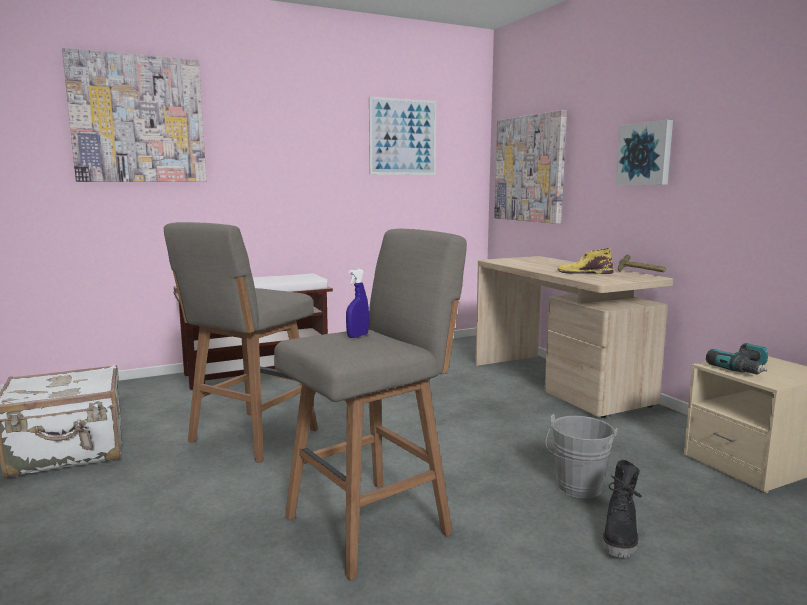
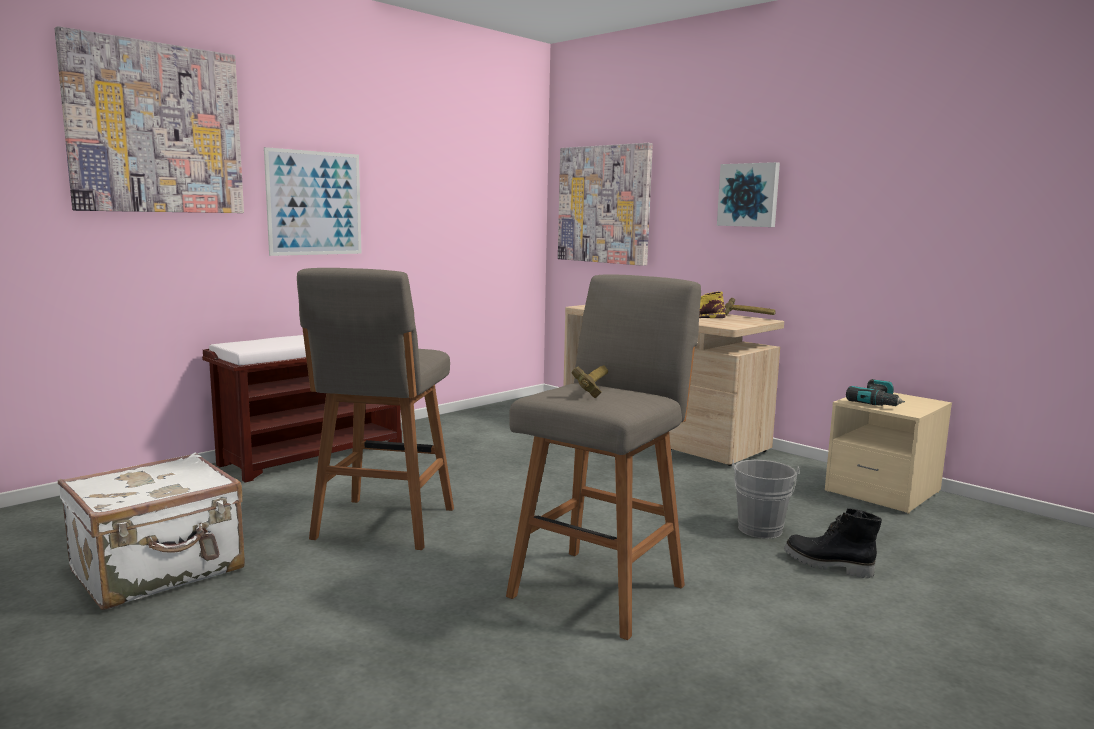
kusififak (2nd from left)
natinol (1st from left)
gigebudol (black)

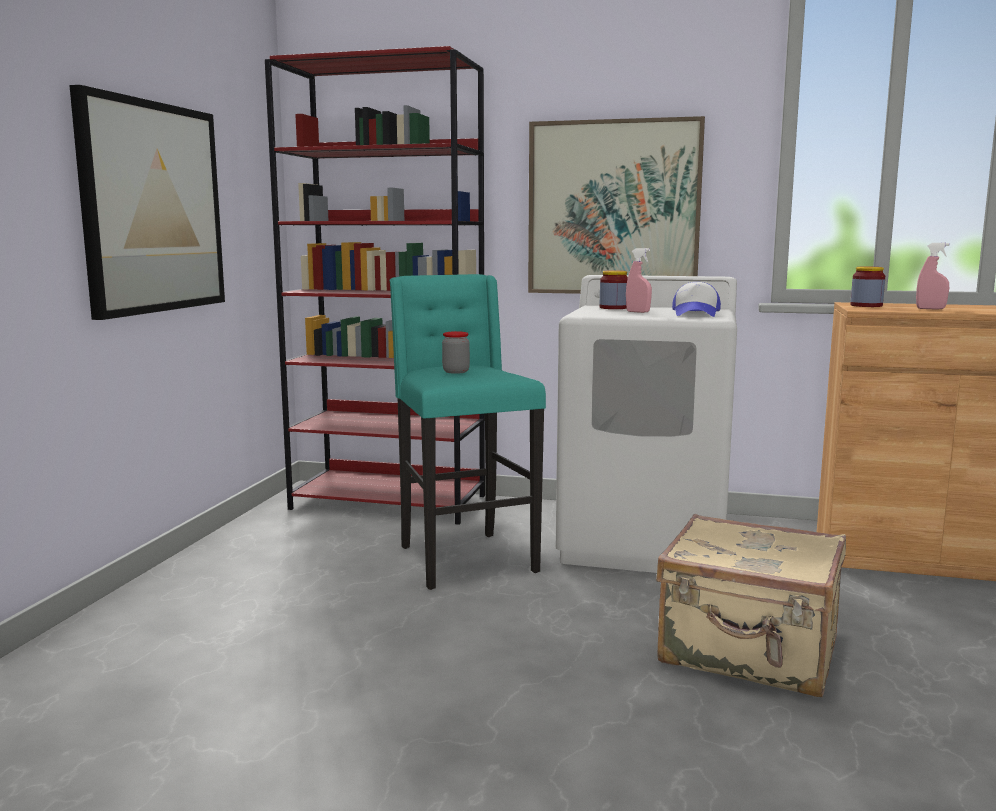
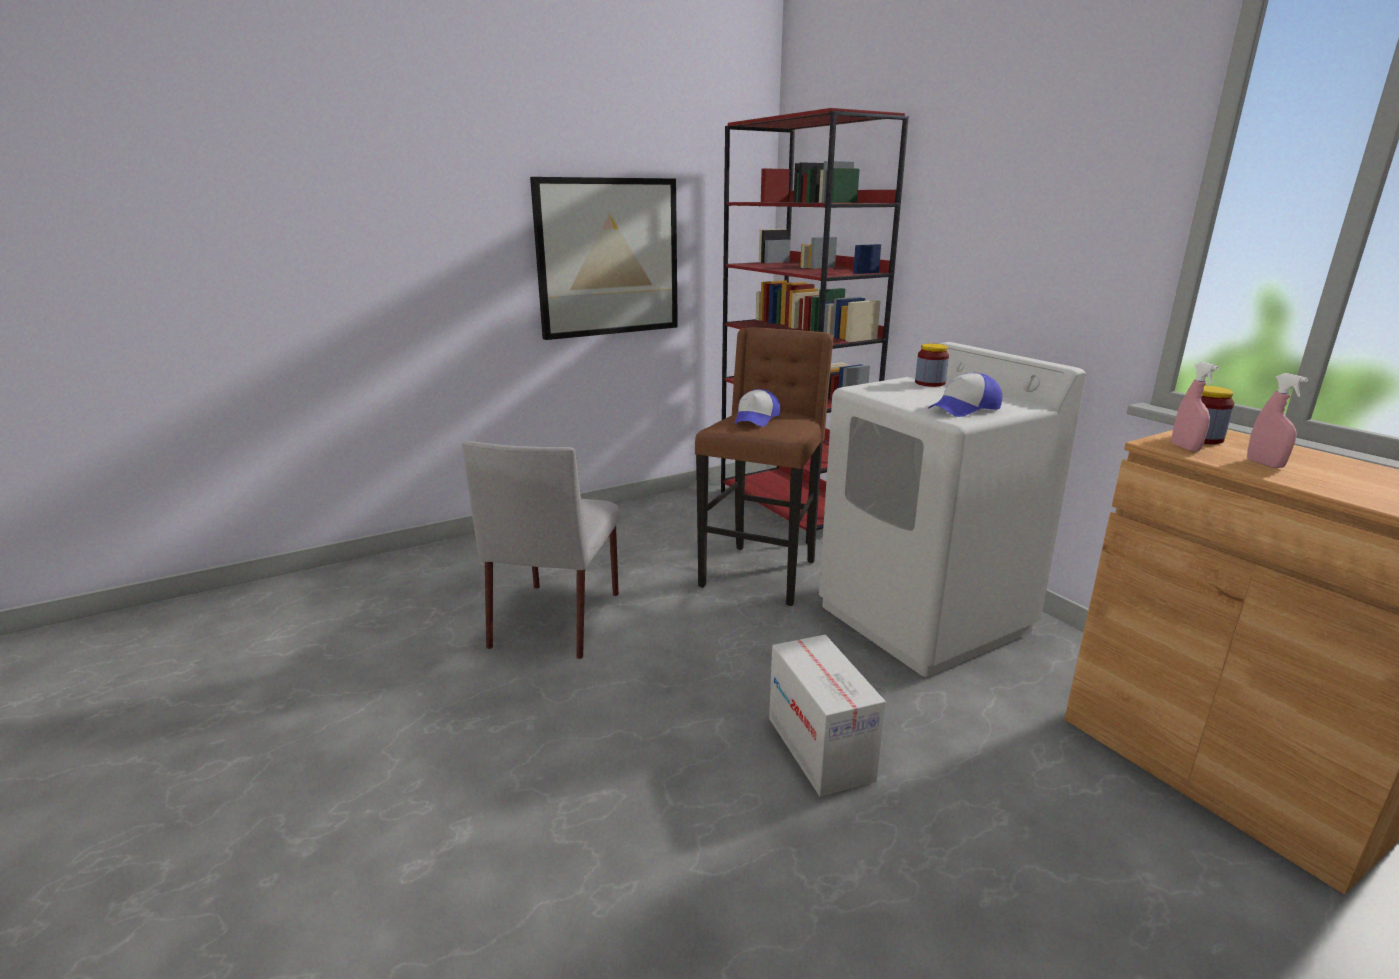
kusififak (2nd from left in the first image)
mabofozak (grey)
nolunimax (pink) (1st from left)
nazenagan (1st from left)
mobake
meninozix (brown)

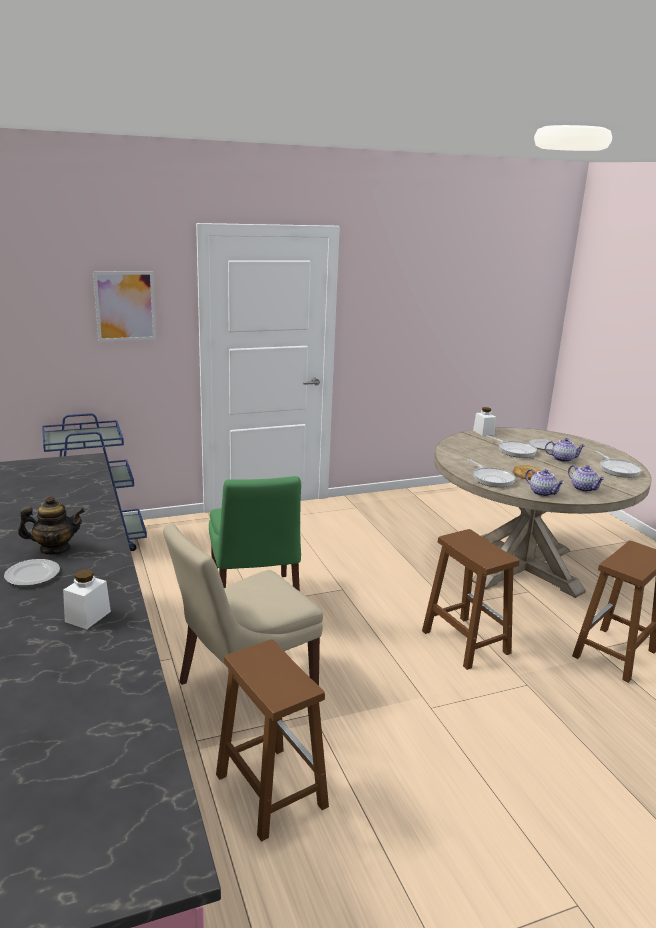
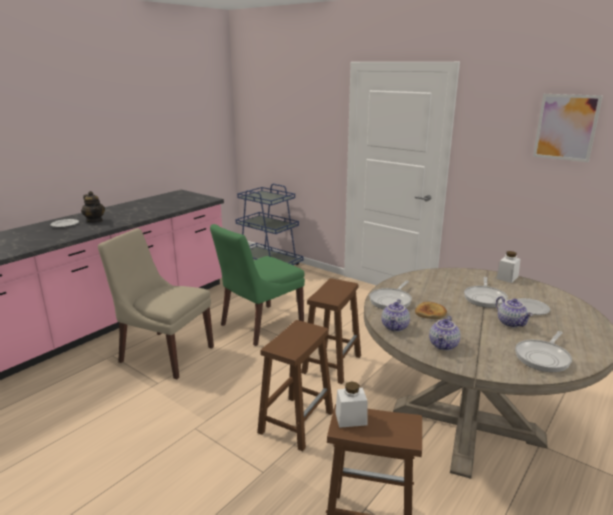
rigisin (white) (1st from left)
kusififak
meninozix (brown) (2nd from left)

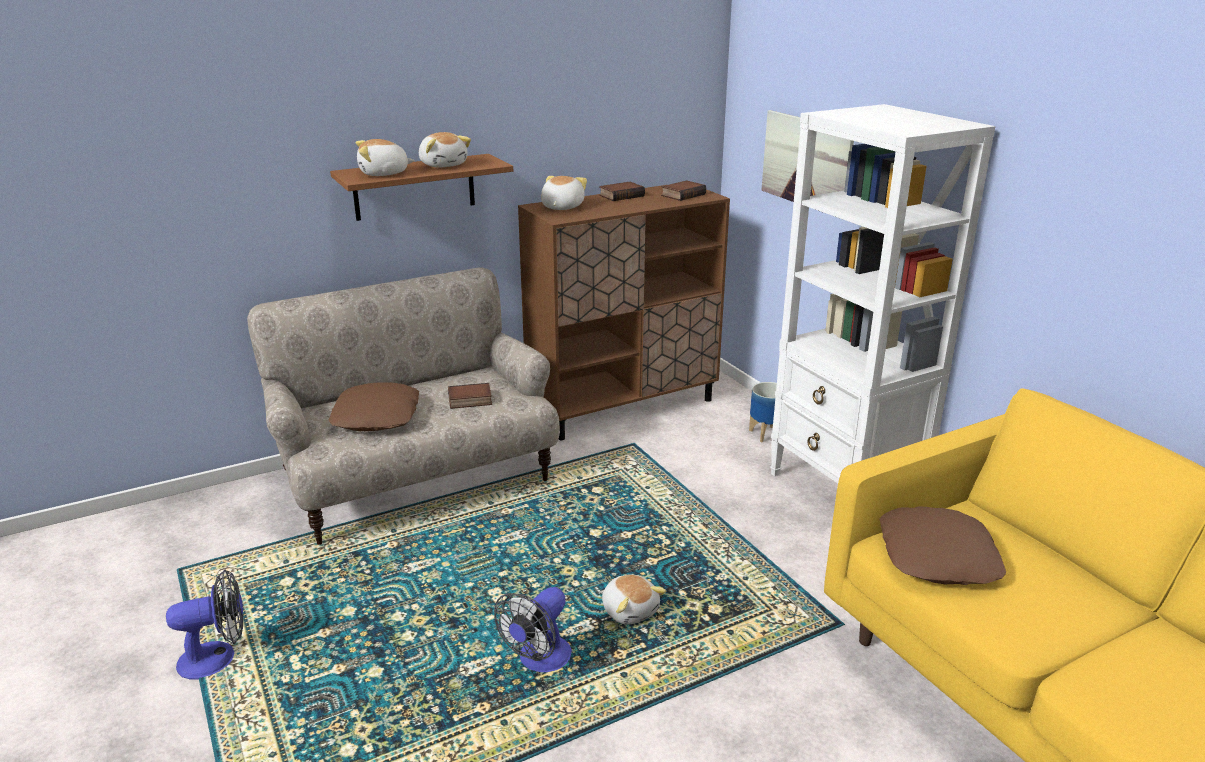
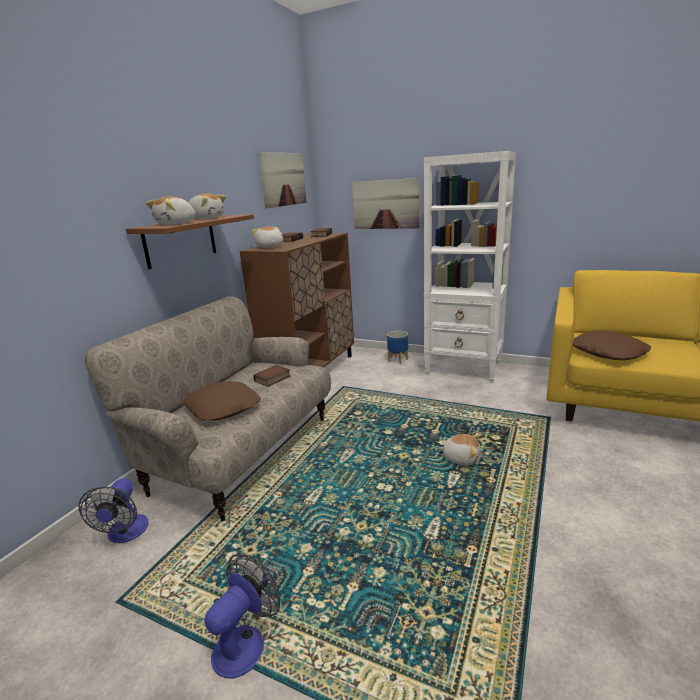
kusififak (1st from left)
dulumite (1st from left)

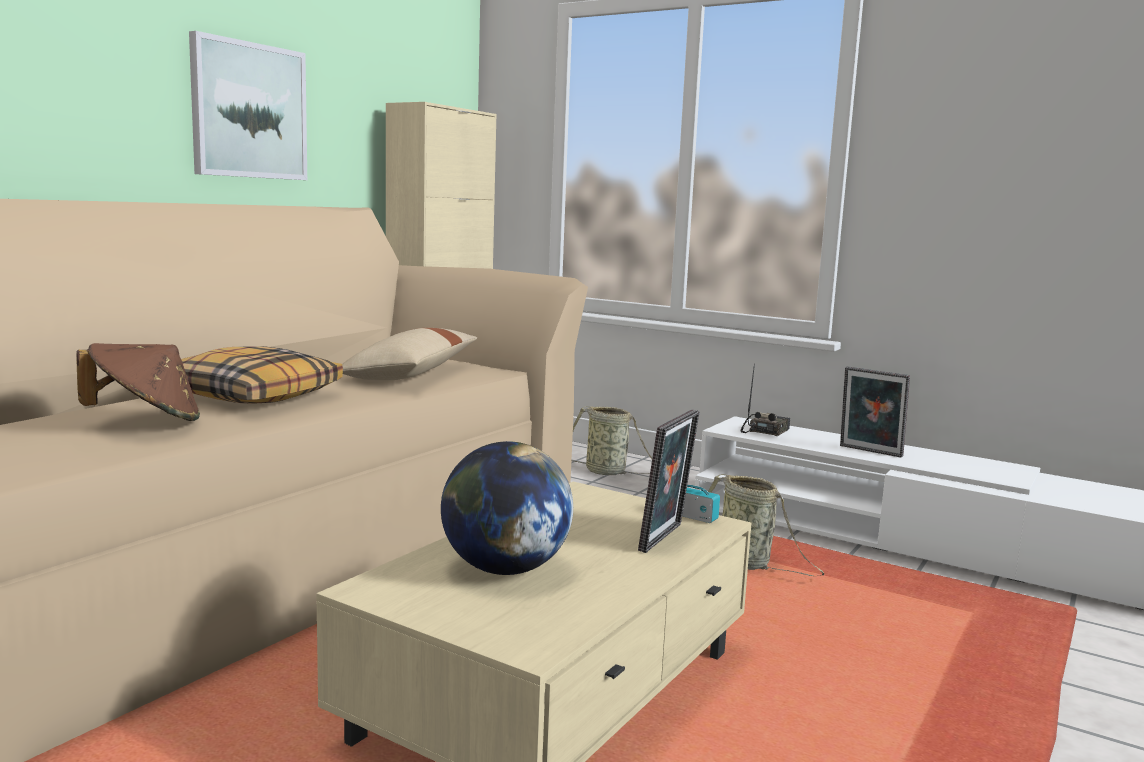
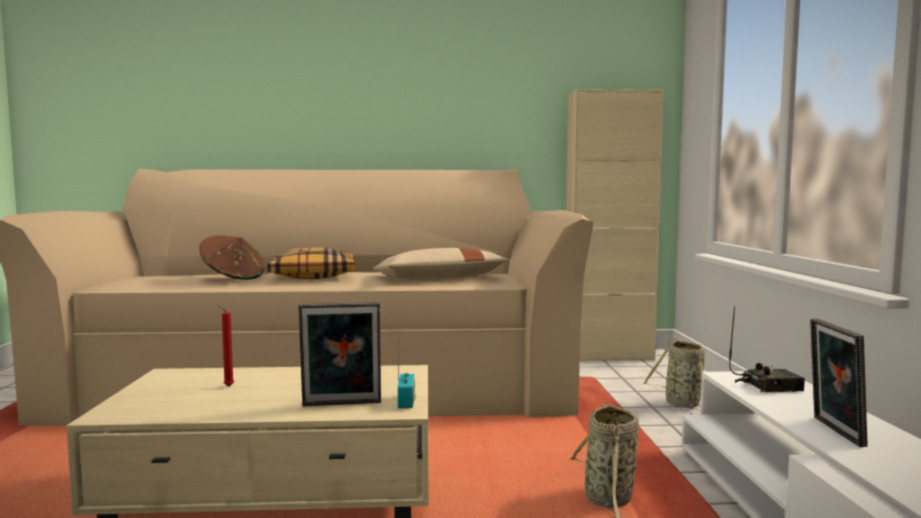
kusififak
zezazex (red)

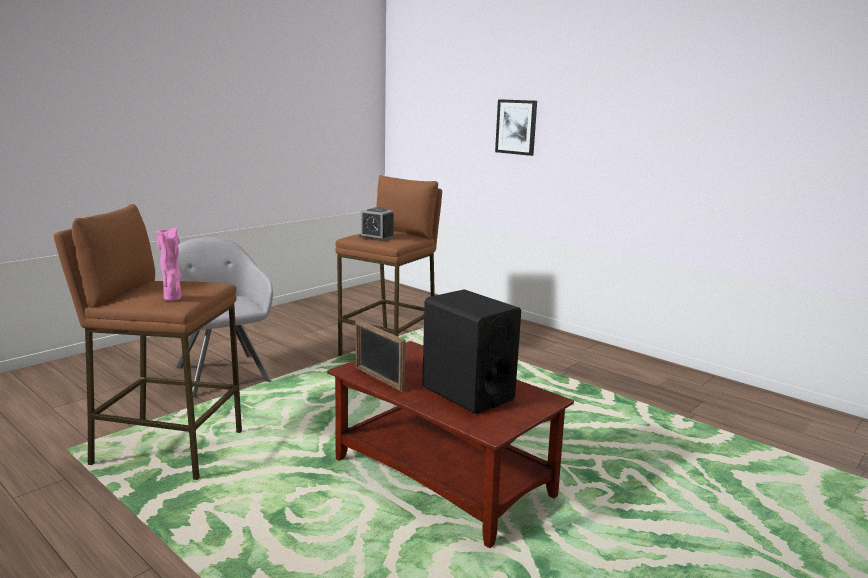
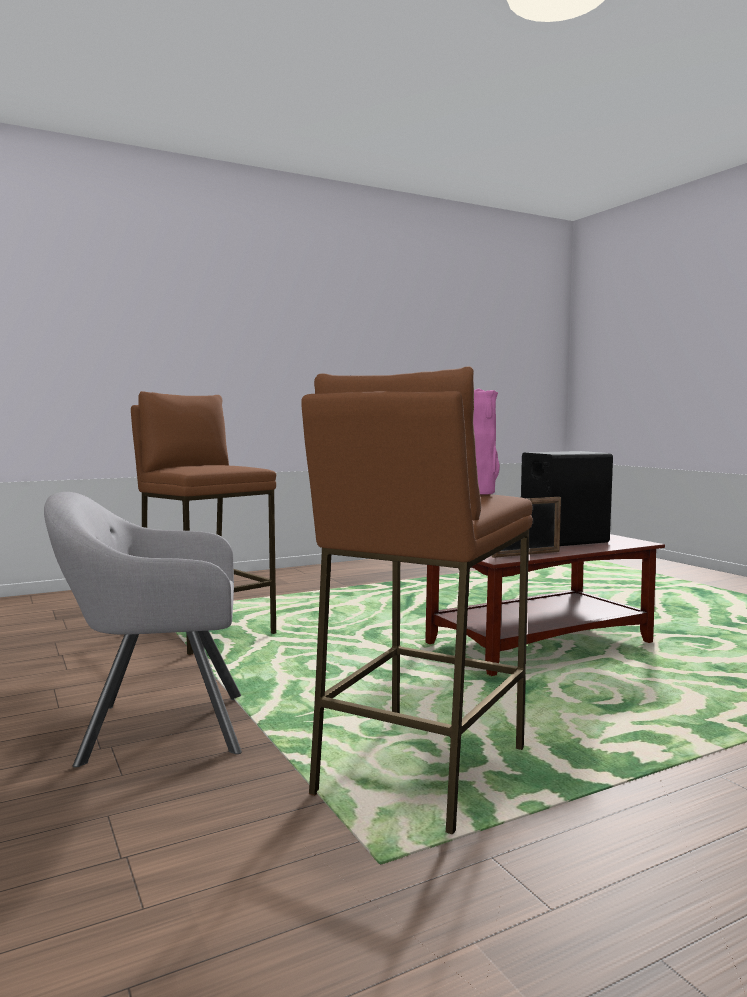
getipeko
kusififak

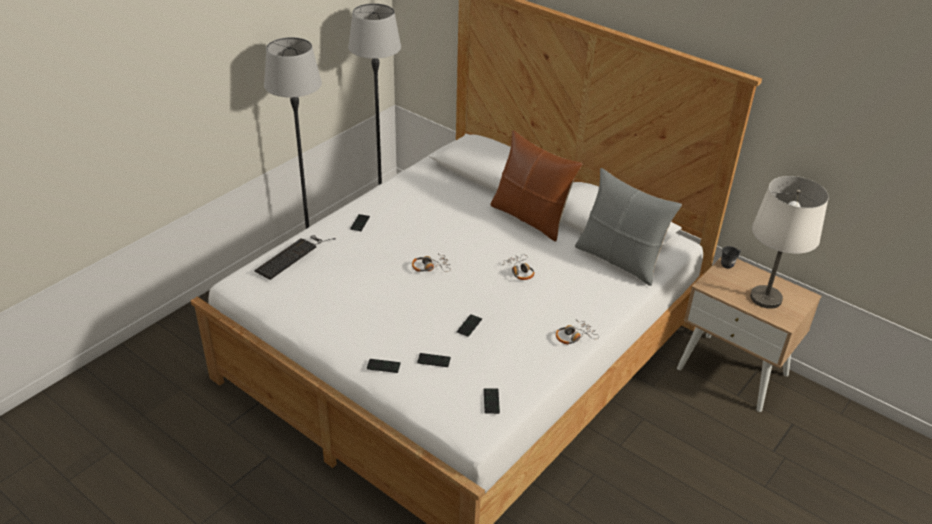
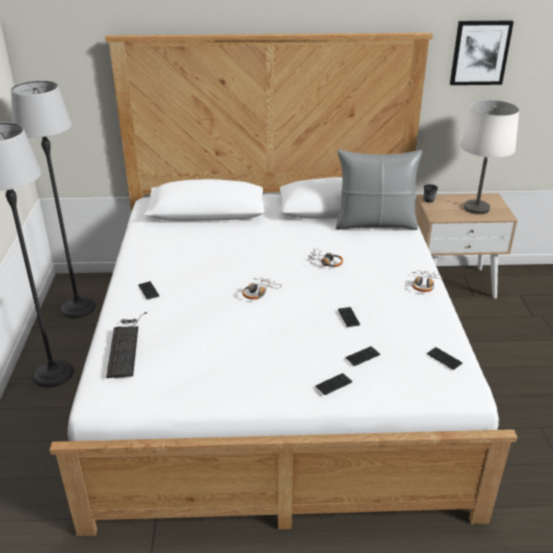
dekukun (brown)
kusififak

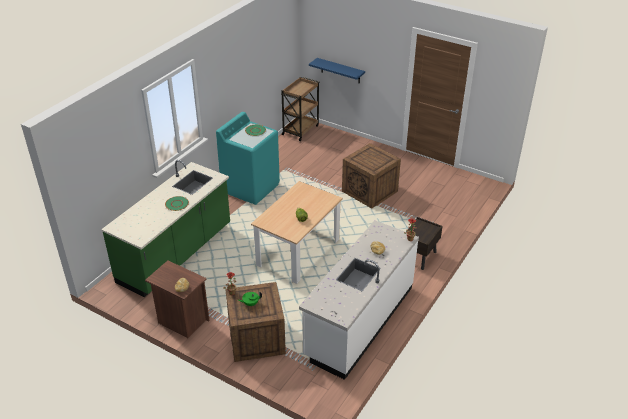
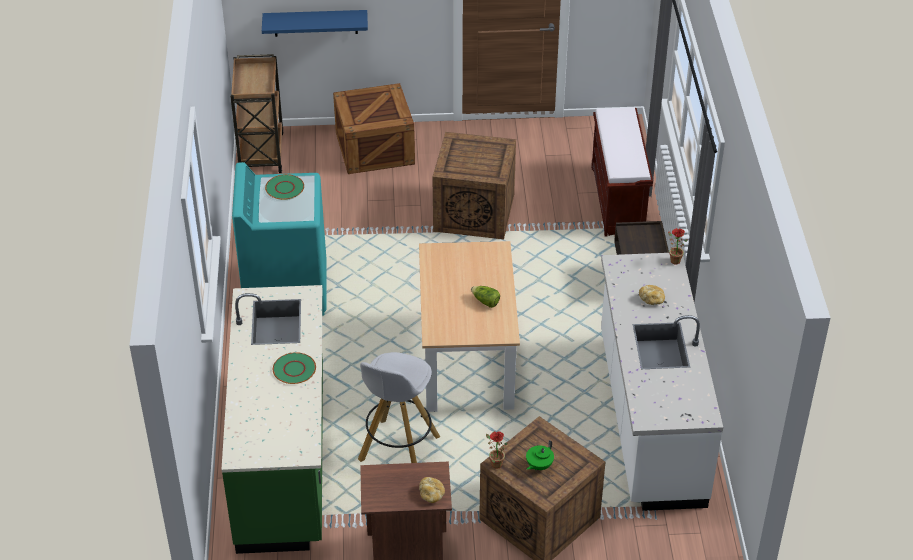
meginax (1st from left)
meninozix (white)
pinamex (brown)

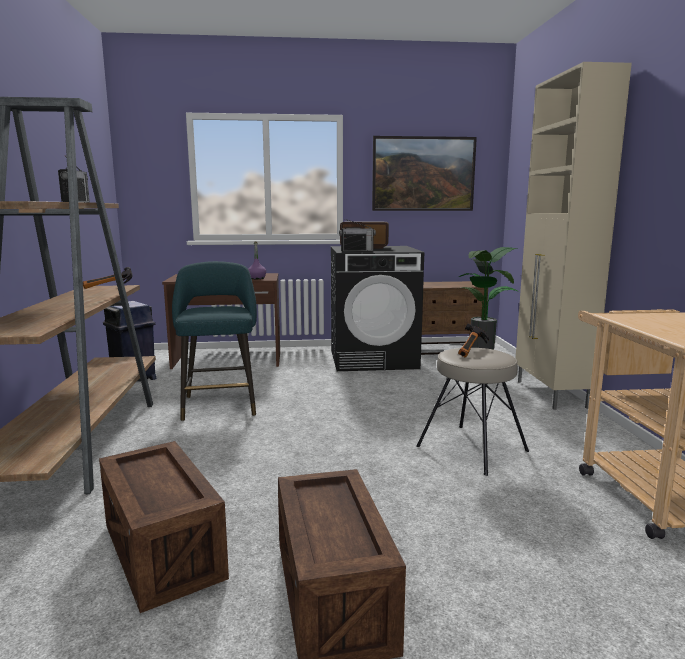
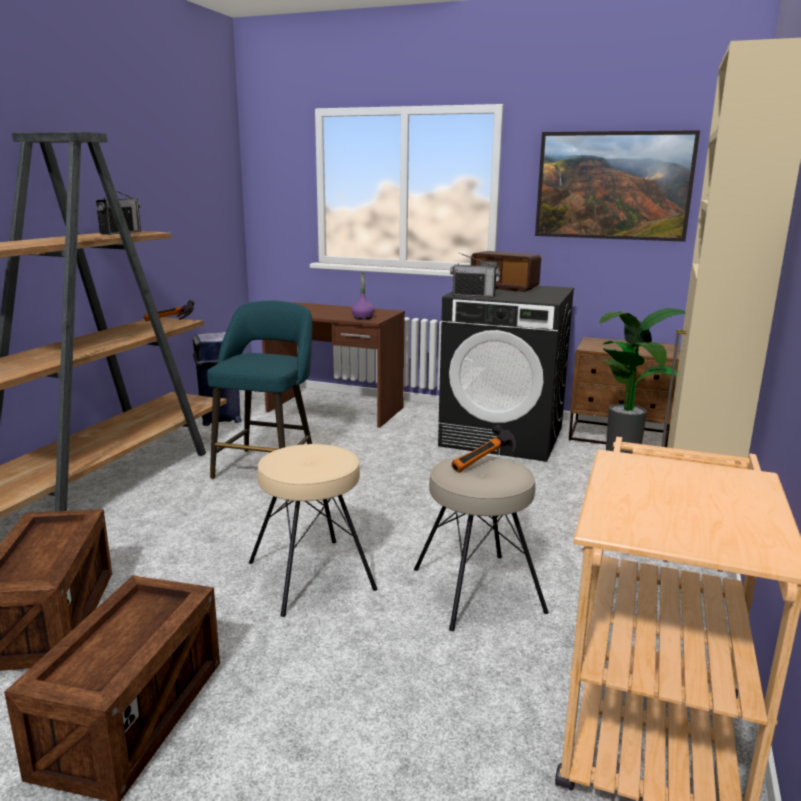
meninozix (beige) (1st from left)

